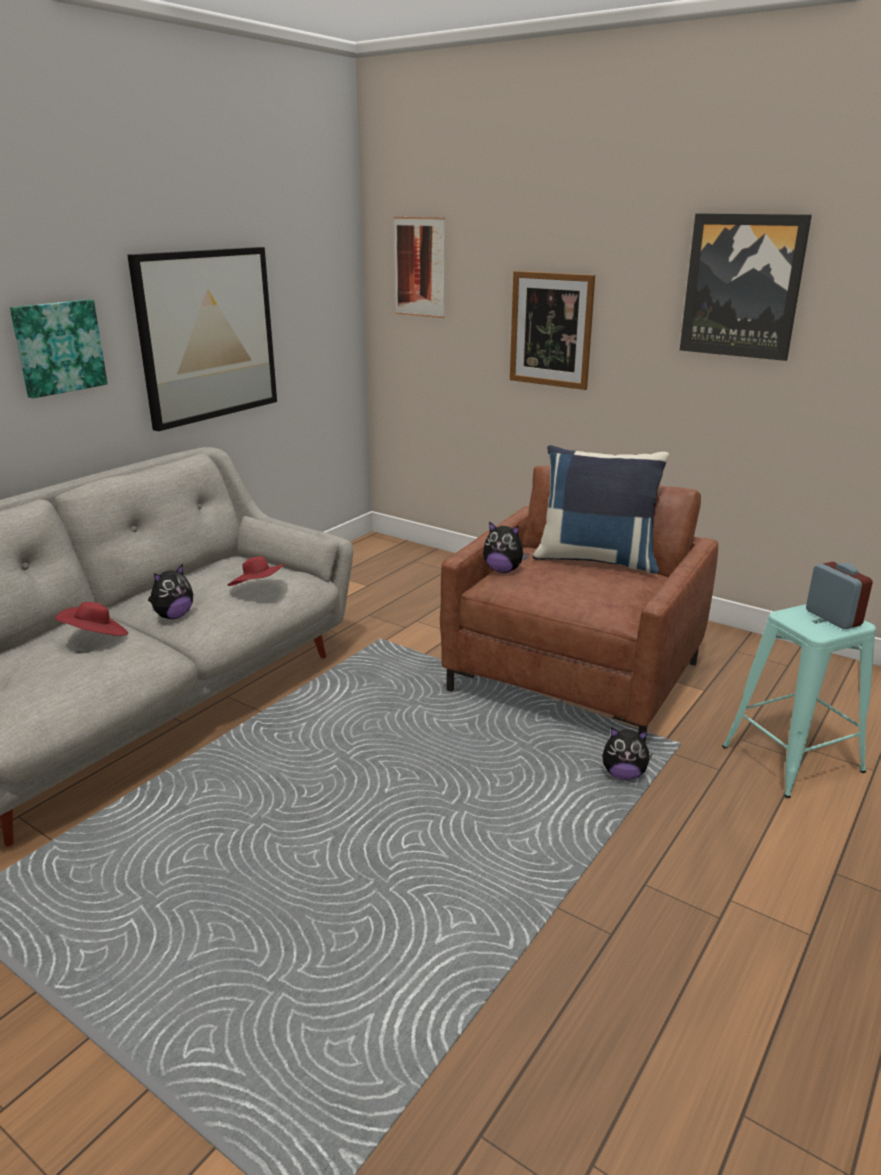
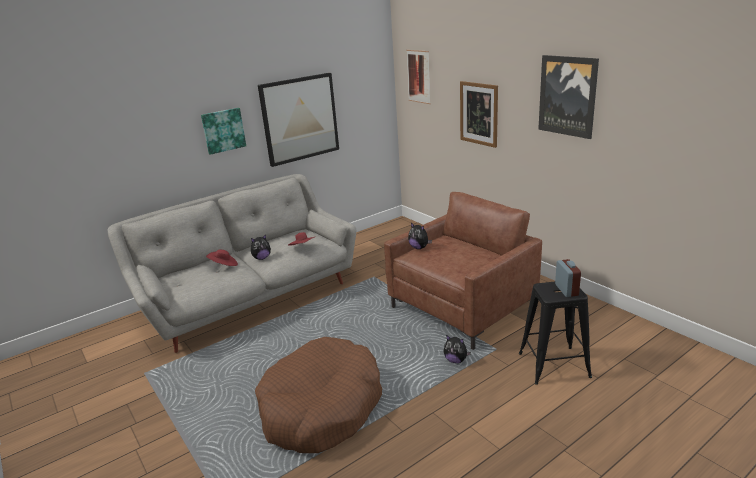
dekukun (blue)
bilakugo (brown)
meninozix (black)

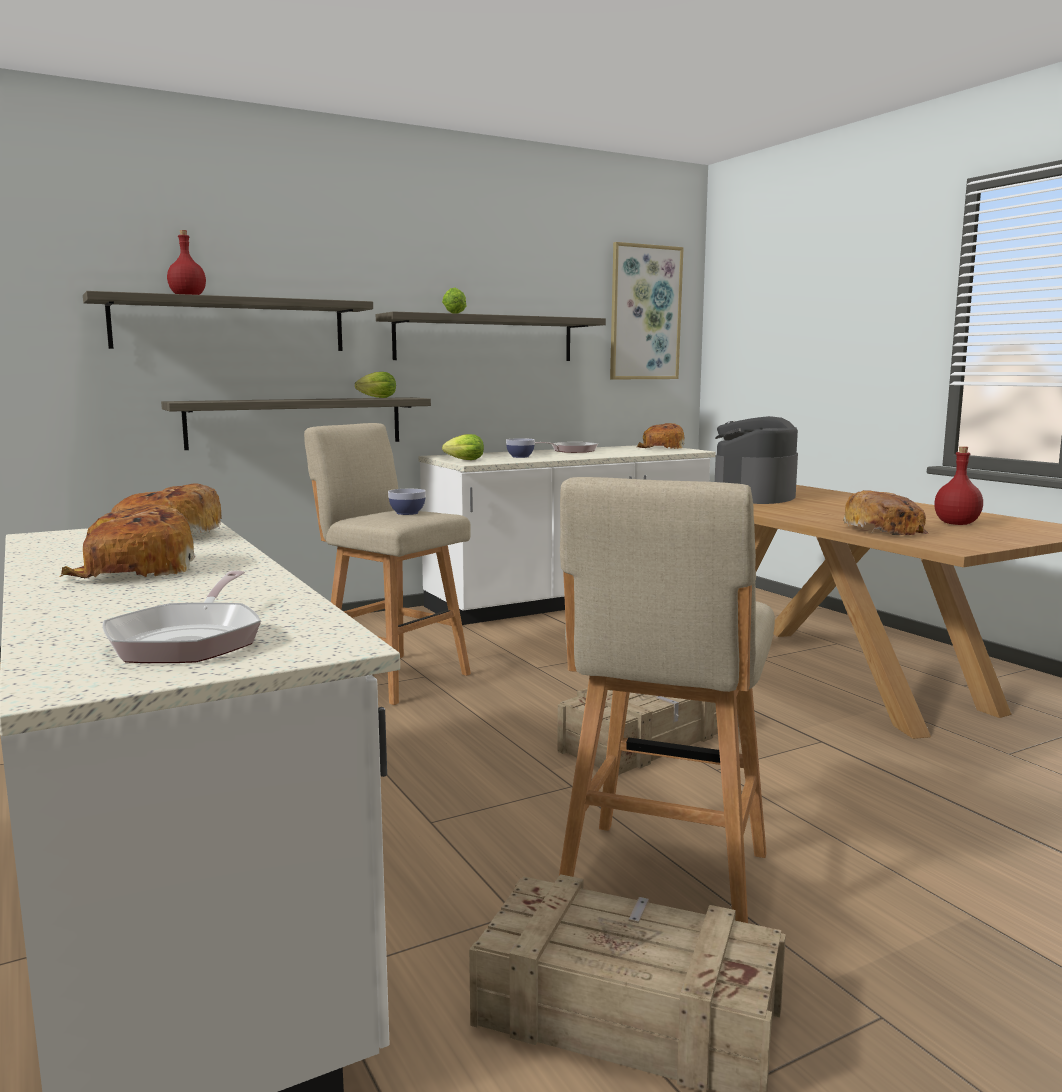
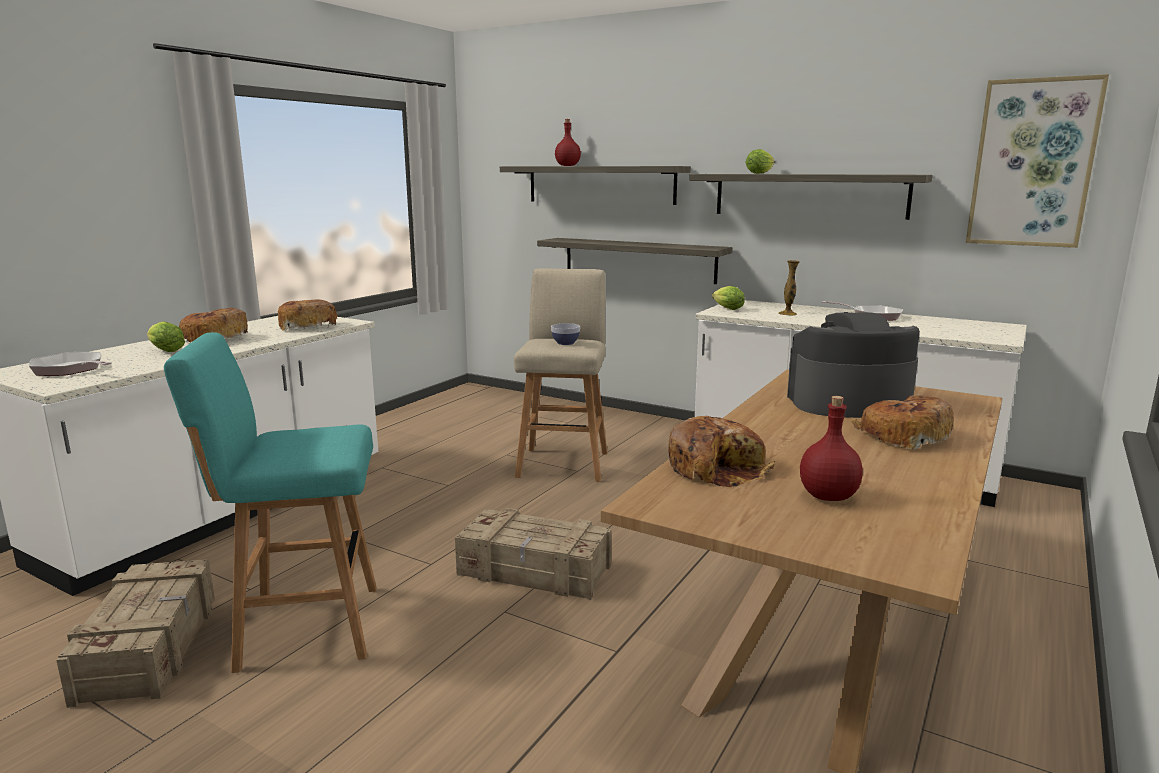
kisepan (1st from left)
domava (4th from left)
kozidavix
meninozix (turquoise)
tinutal (1st from left)

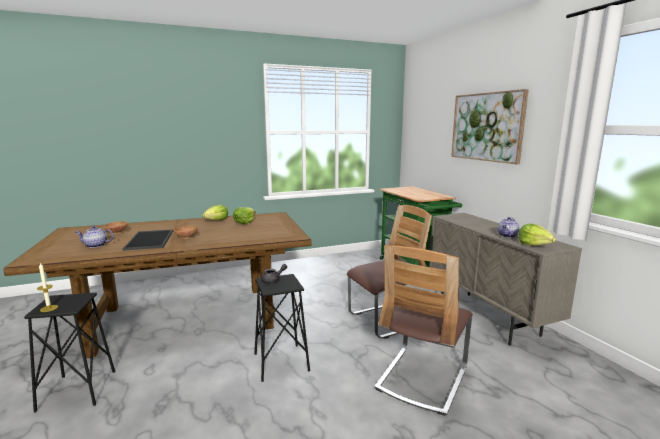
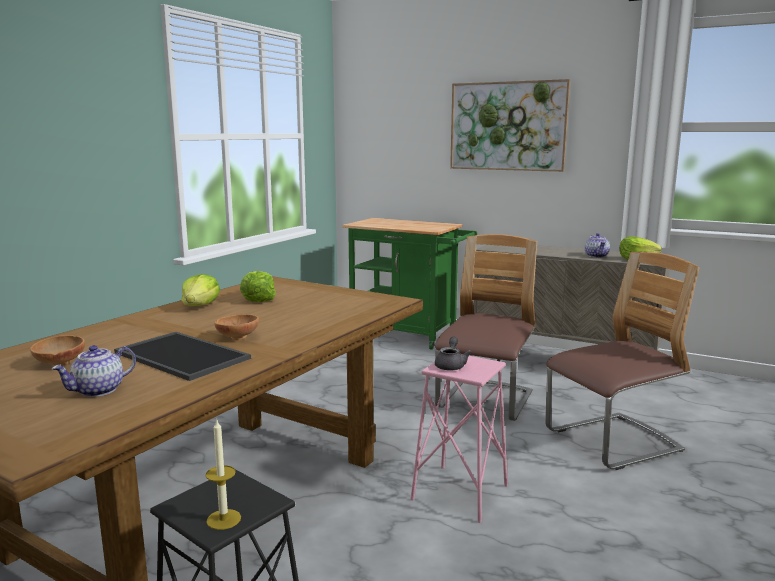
meninozix (pink)
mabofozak (2nd from left)

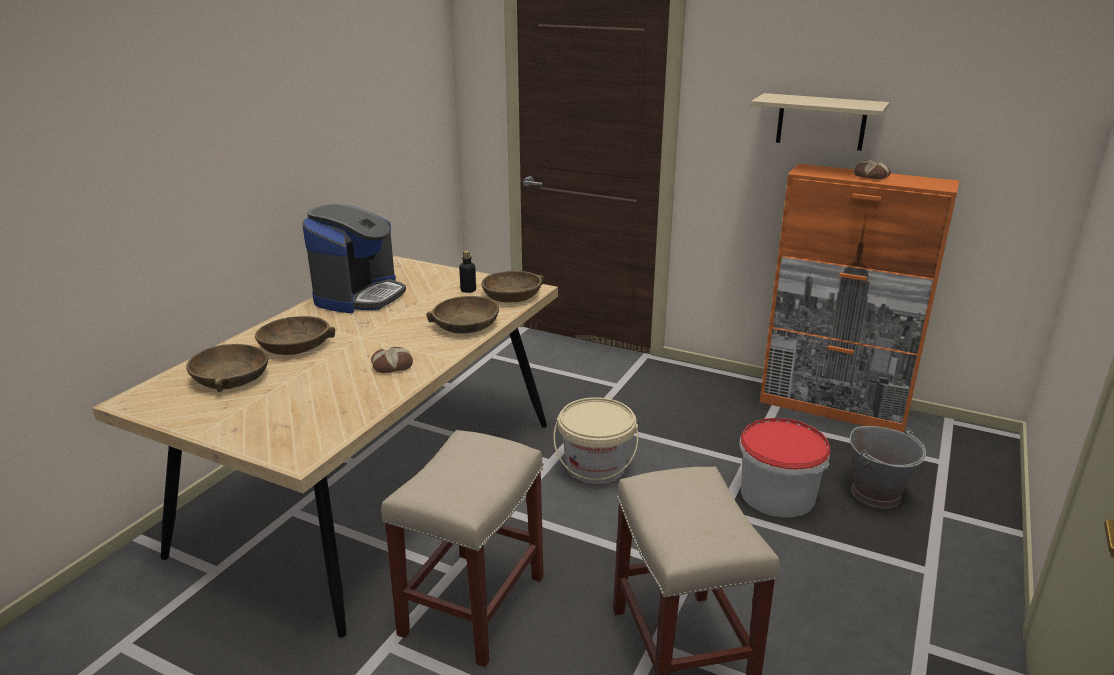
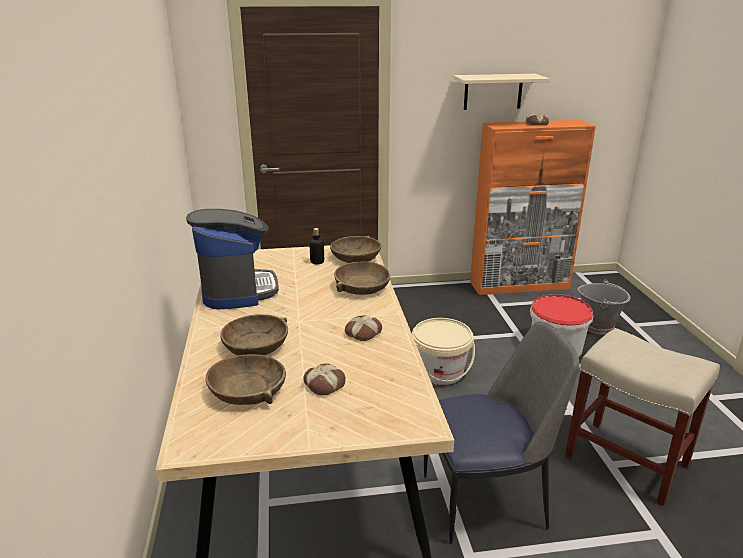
domava (1st from left)
mabofozak

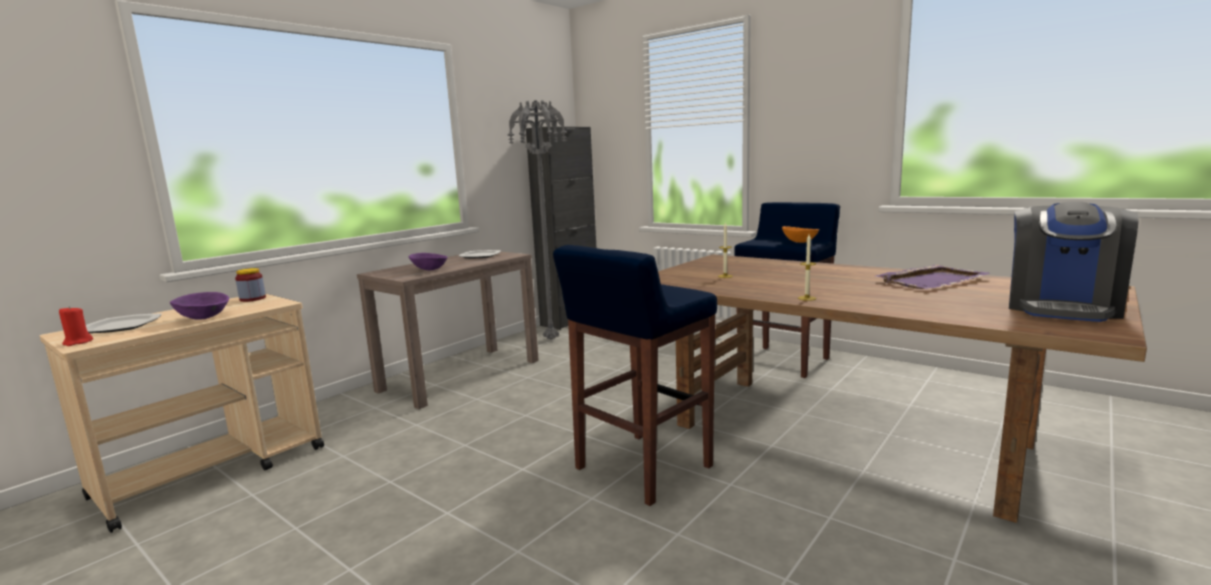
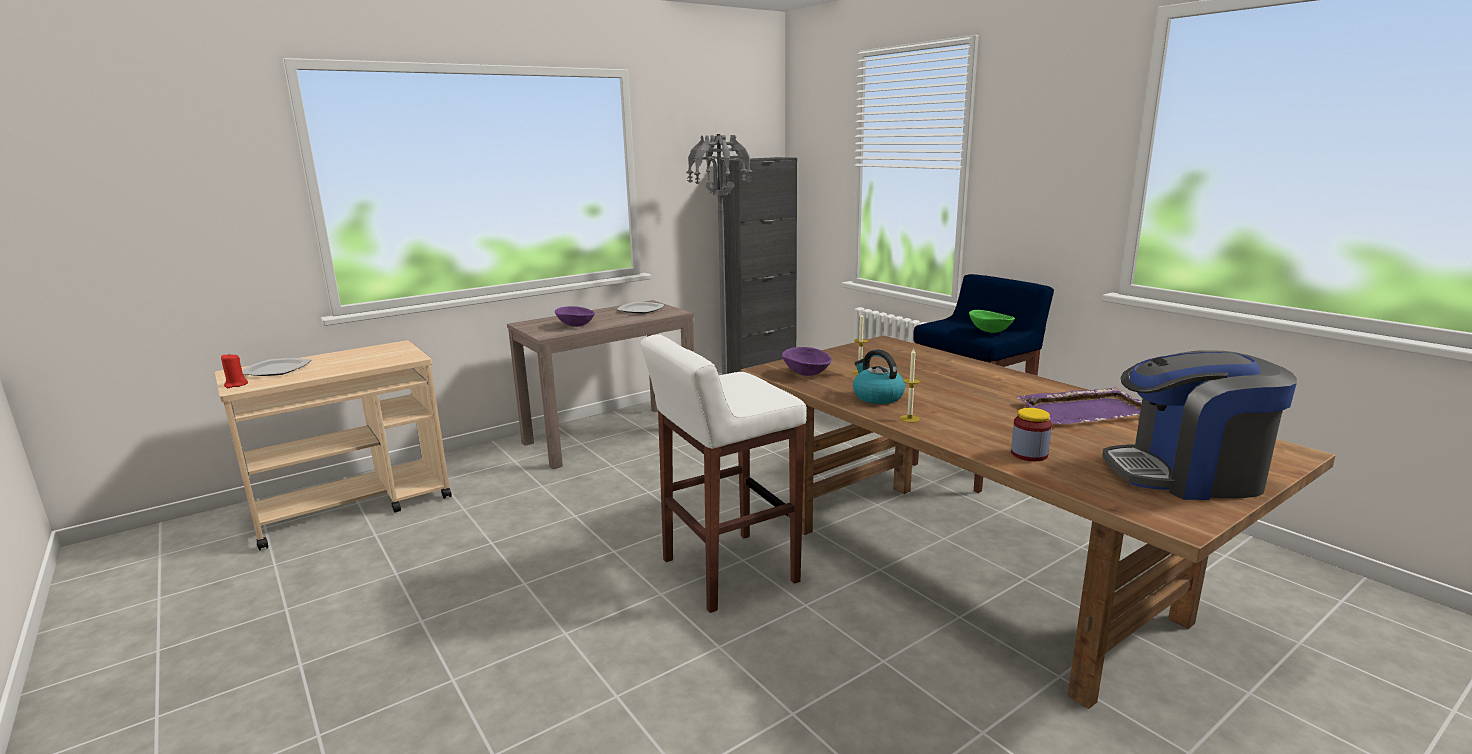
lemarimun
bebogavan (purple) (2nd from left)
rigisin
meninozix (white)
bebogavan (green)
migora

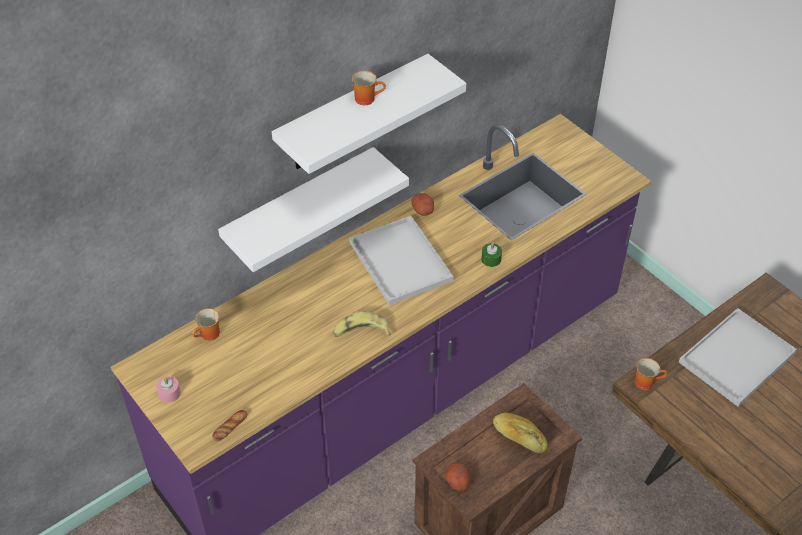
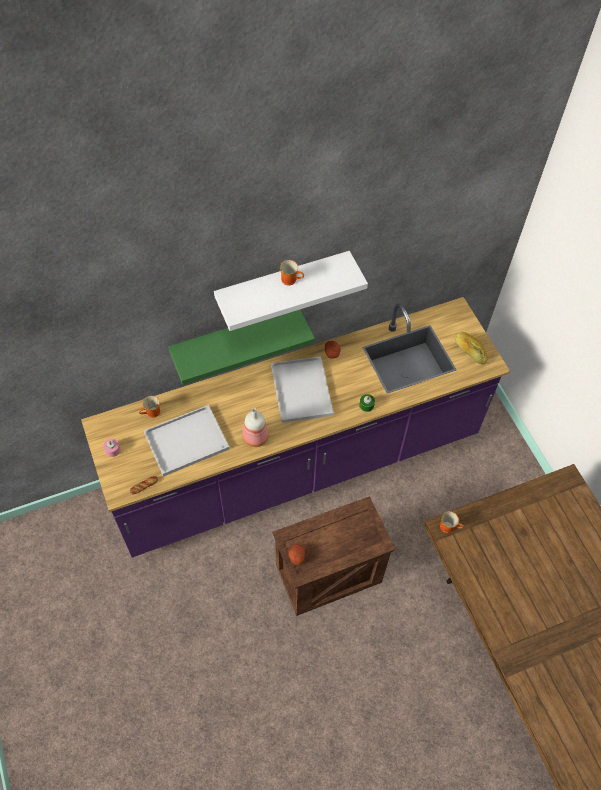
domava (2nd from left)
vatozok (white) (1st from left)
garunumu
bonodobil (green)

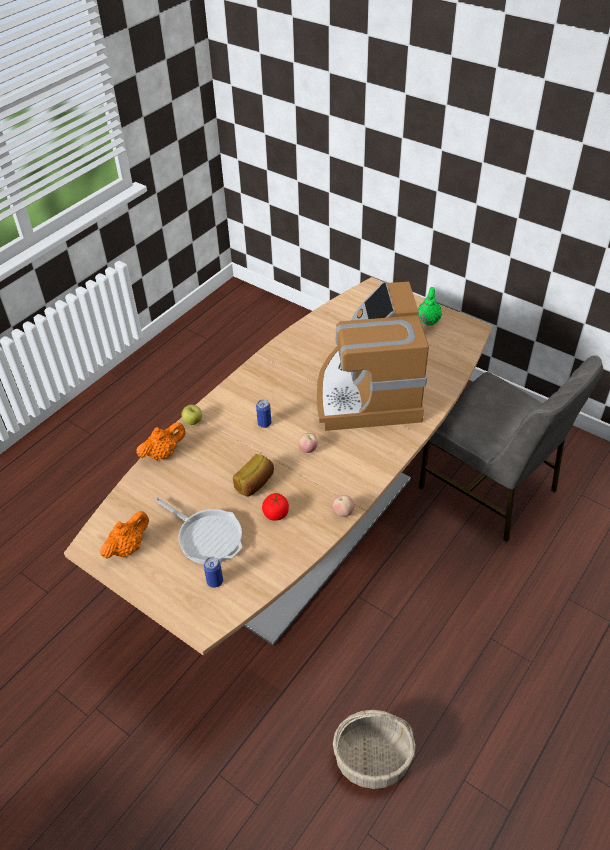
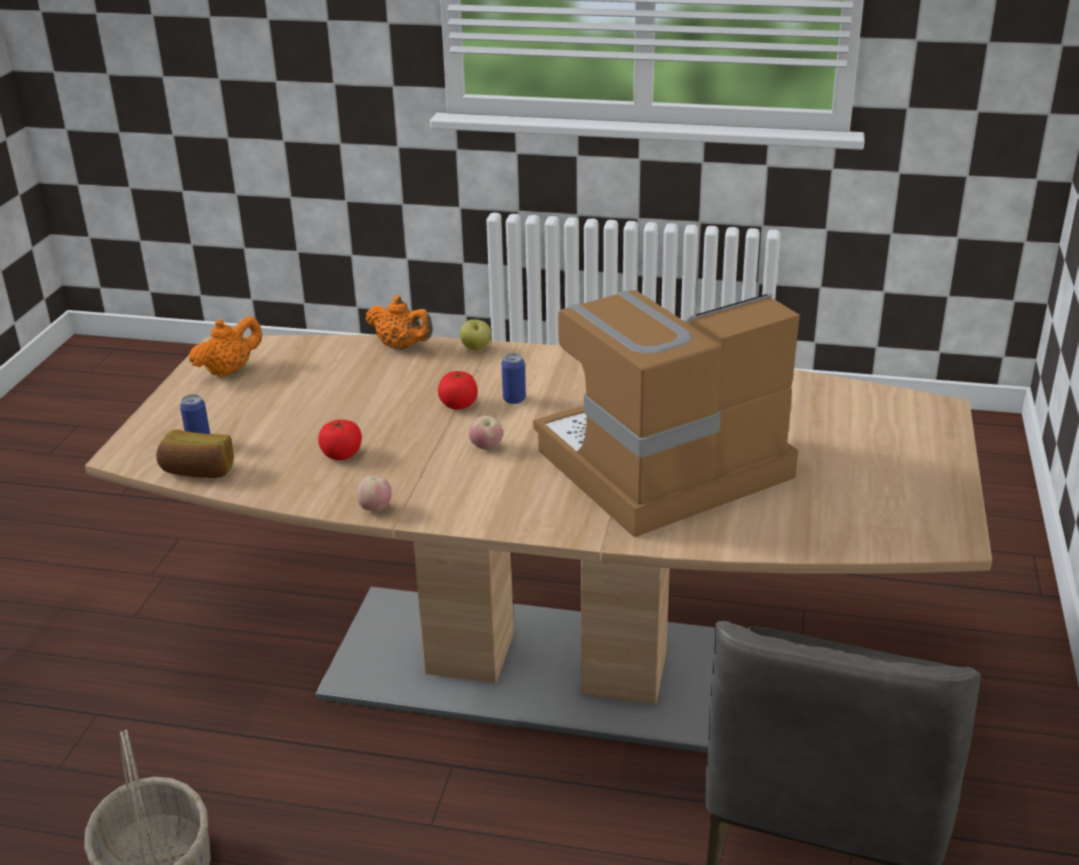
tinutal
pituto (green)
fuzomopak (2nd from left)
domava
pituto (orange) (1st from left)

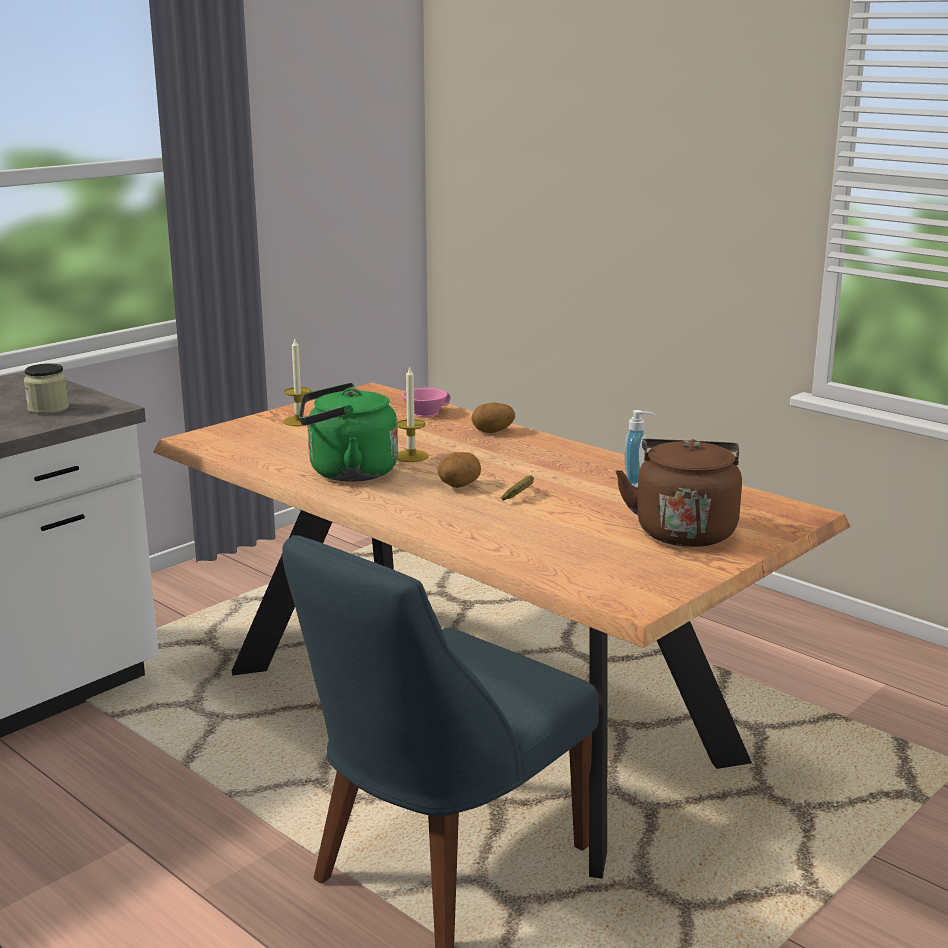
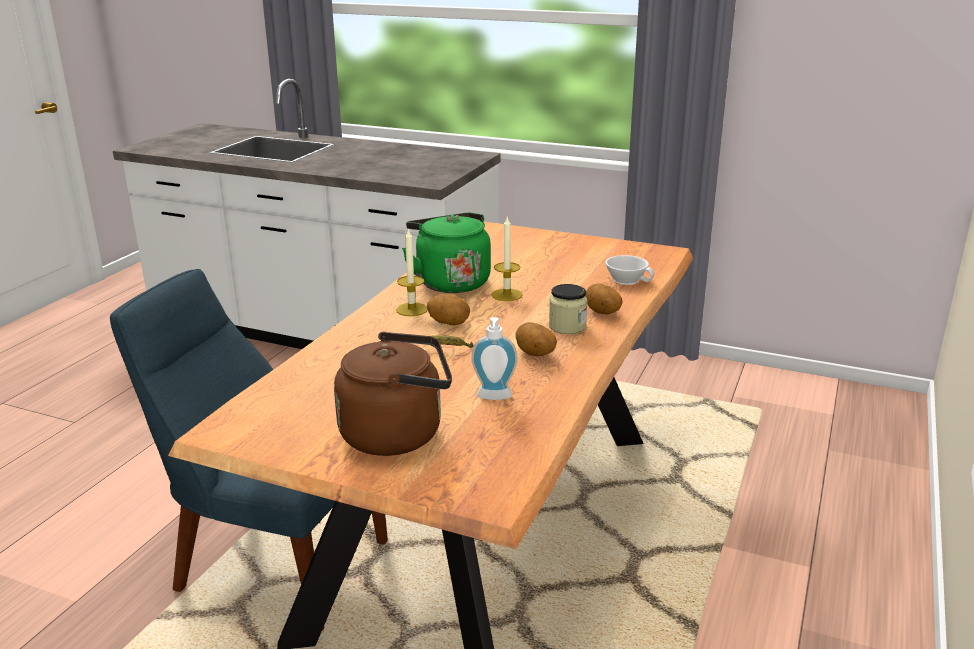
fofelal (2nd from left)
rigisin
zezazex (1st from left)
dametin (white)

